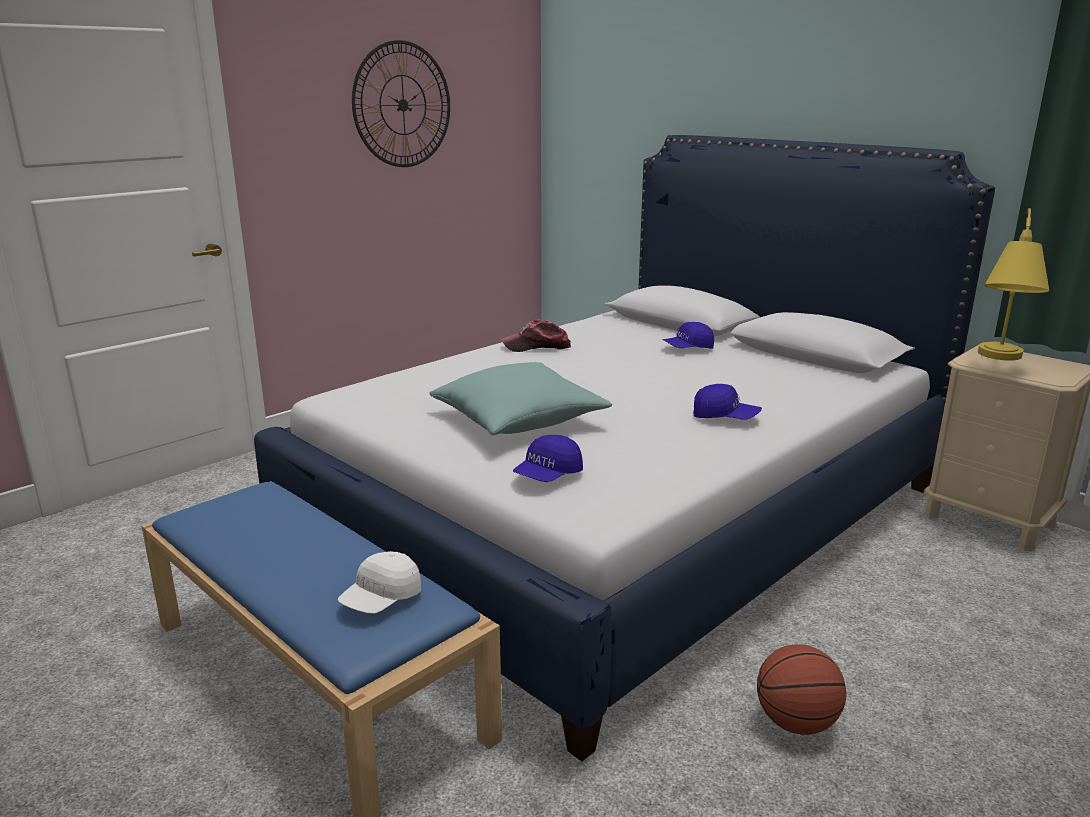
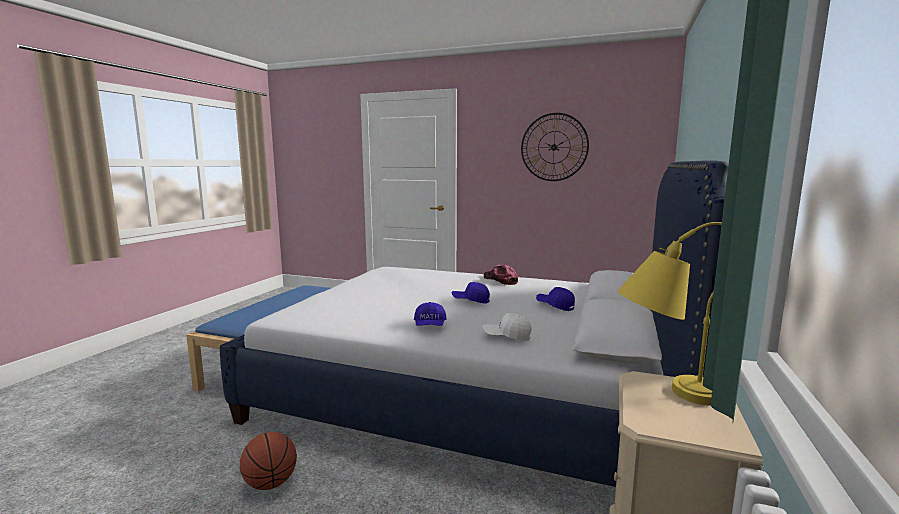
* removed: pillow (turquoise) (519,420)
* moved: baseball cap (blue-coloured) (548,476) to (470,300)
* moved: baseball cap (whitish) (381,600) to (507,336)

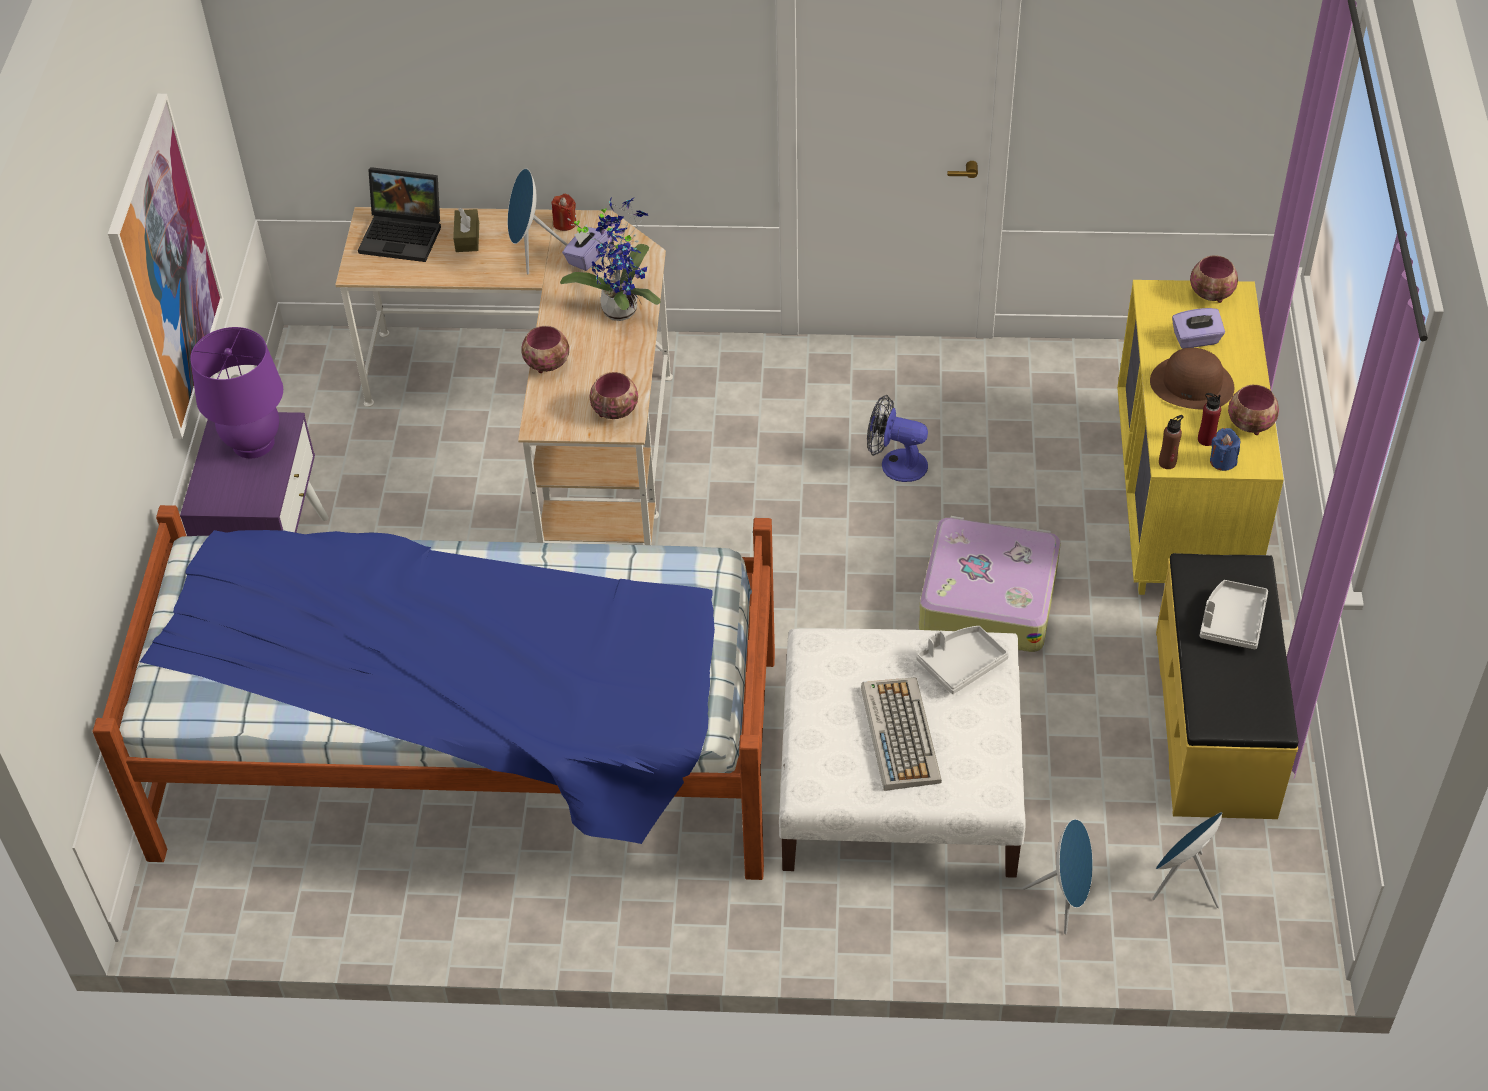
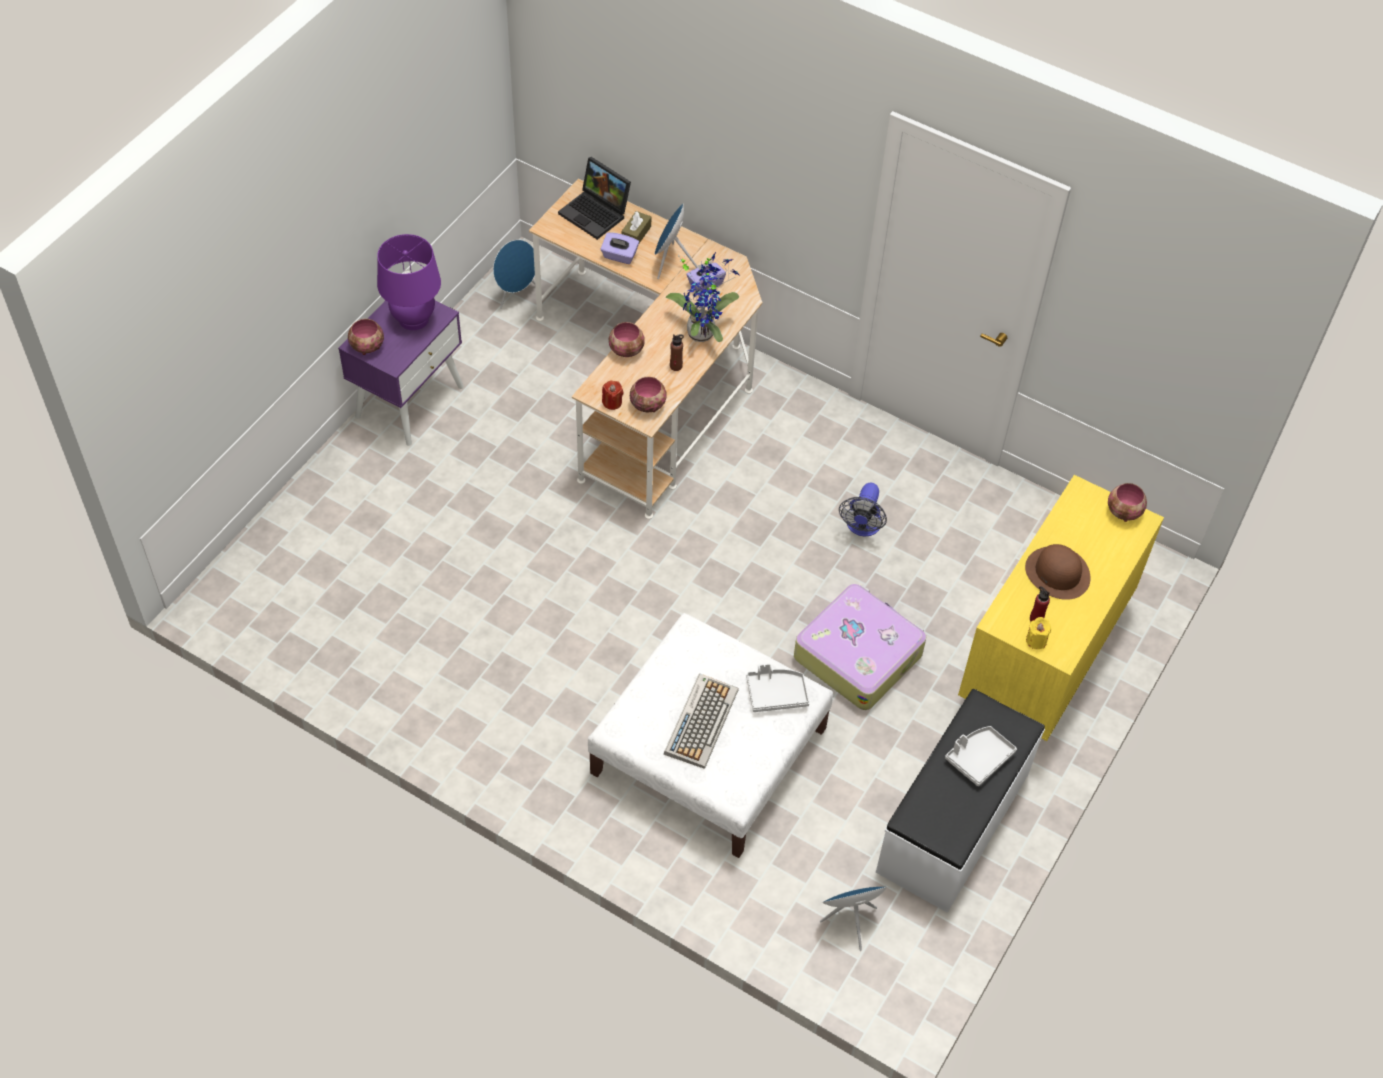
* removed: wall picture (165,268)
* moved: wax candle (red-coloured) (565,223) to (612,402)
* moved: tissue box (purple) (1196,339) to (619,256)
* moved: deep dish (1251,425) to (367,347)
* turned: electric fan (895,463) = (862,527) 120 degrees counterclockwise
* moved: beverage bottle (brown) (1167,463) to (676,366)
* recoloured: wax candle (blue-coloured) (1222,461) to wax candle (yellow-coloured) (1036,640)
* removed: bedroom bed (471,758)
* recoloured: indoor bench (yellow-coloured) (1216,722) to indoor bench (whitish) (954,823)
* moved: speaker (blue-coloured) (1065,899) to (515,294)

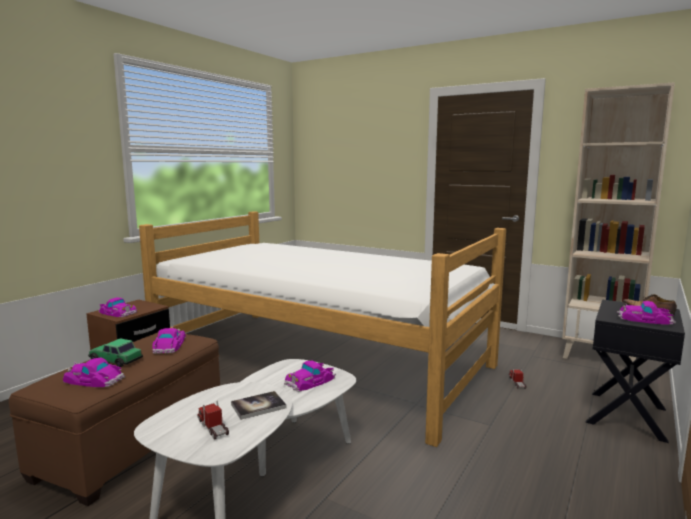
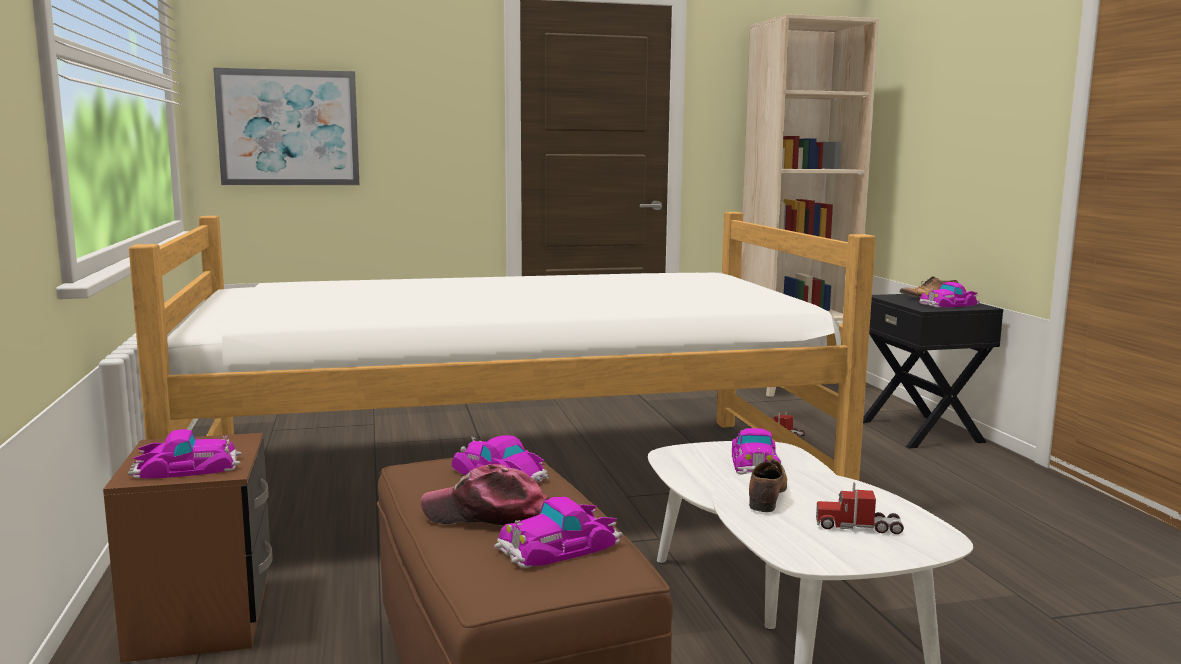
* replaced: toy car (115,360) to baseball cap (488,516)
* removed: bound book (258,406)
* added: wall picture (288,128)
* added: shoe (767,496)

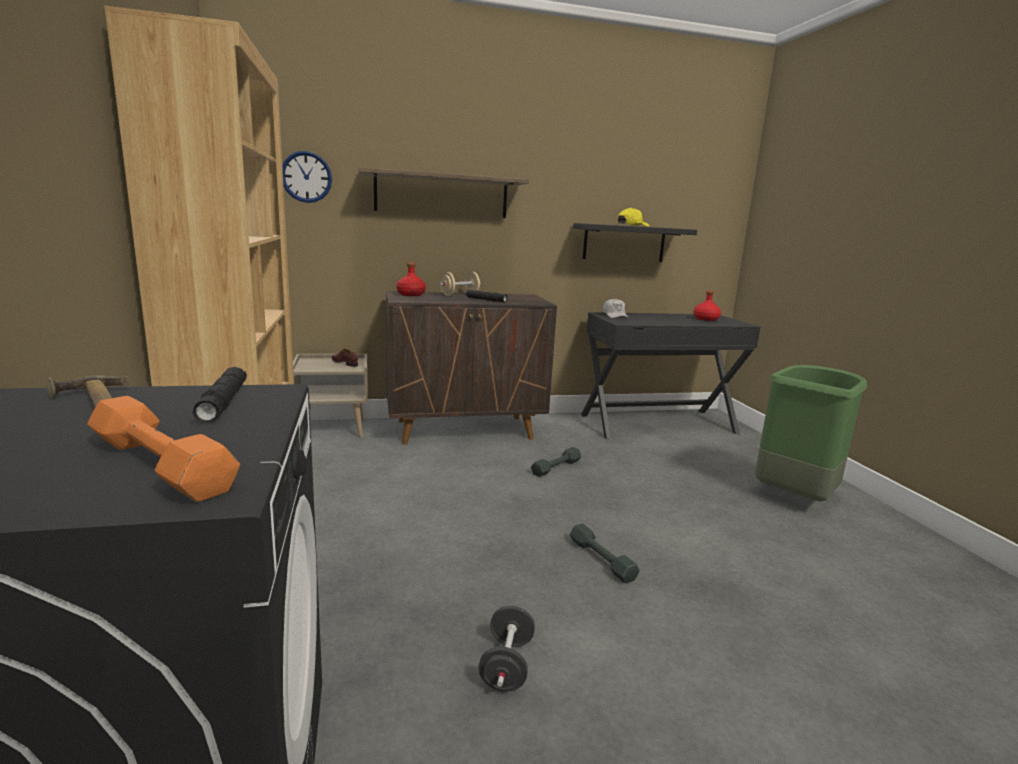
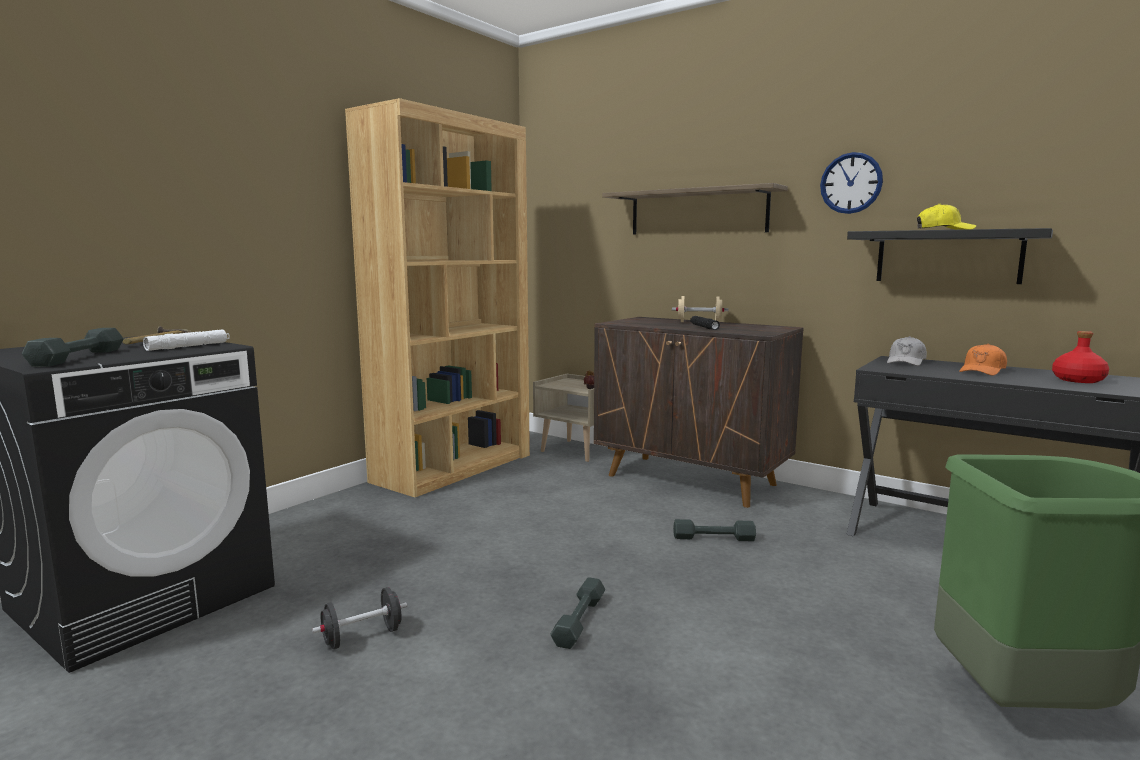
* moved: clock on the wall (306,177) to (851,183)
* removed: beverage bottle (red-coloured) (411,294)
* recoloured: flashlight (black) (223,403) to flashlight (whitish) (188,346)
* recoloured: free weight (orange) (160,464) to free weight (greyish) (78,357)
* added: baseball cap (orange) (982,371)

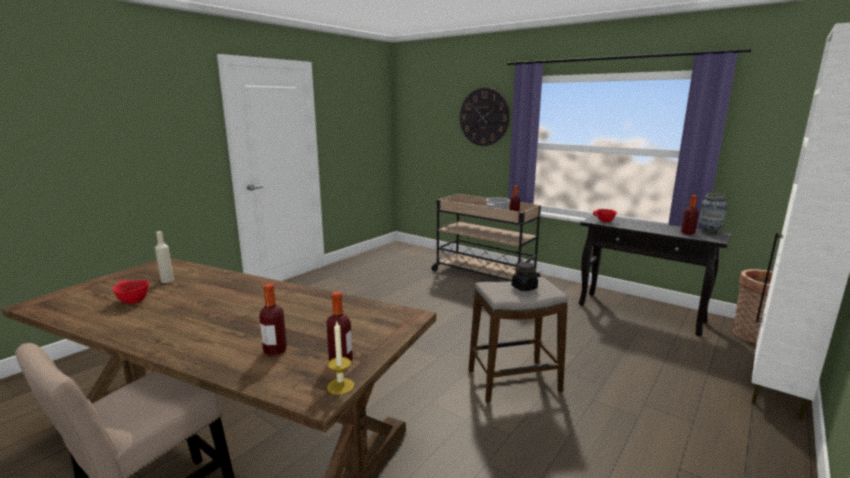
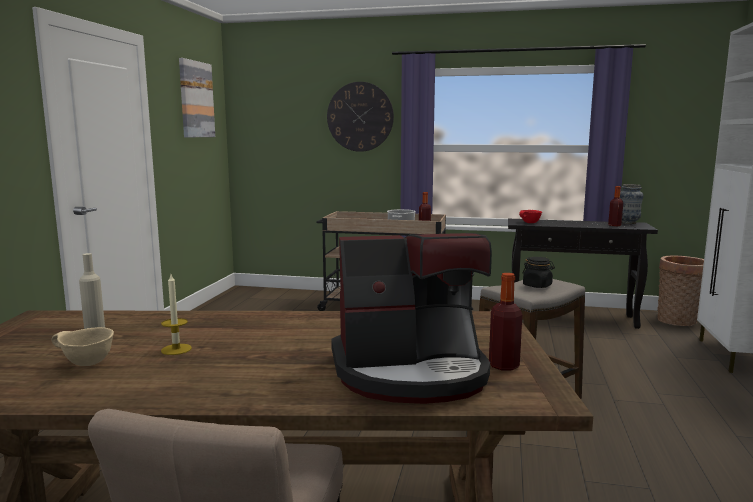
* recoloured: deep dish (red-coloured) (133,301) to deep dish (beige-coloured) (87,363)
* replaced: beverage bottle (275,351) to coffee maker (411,372)
* moved: wax candle (340,386) to (176,349)
* added: wall picture (196,99)

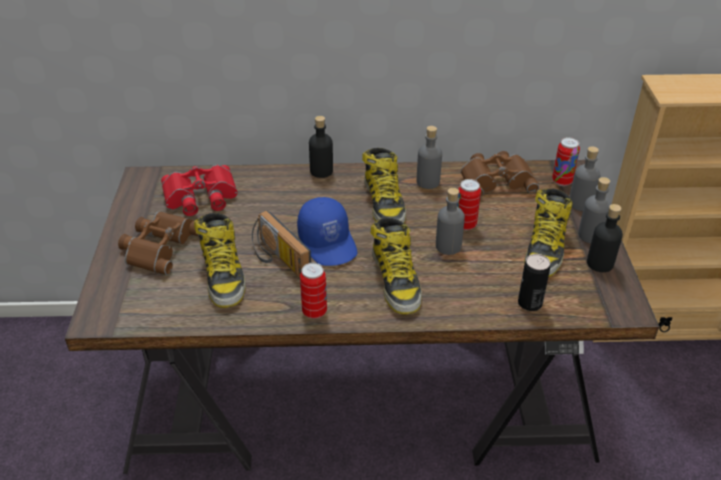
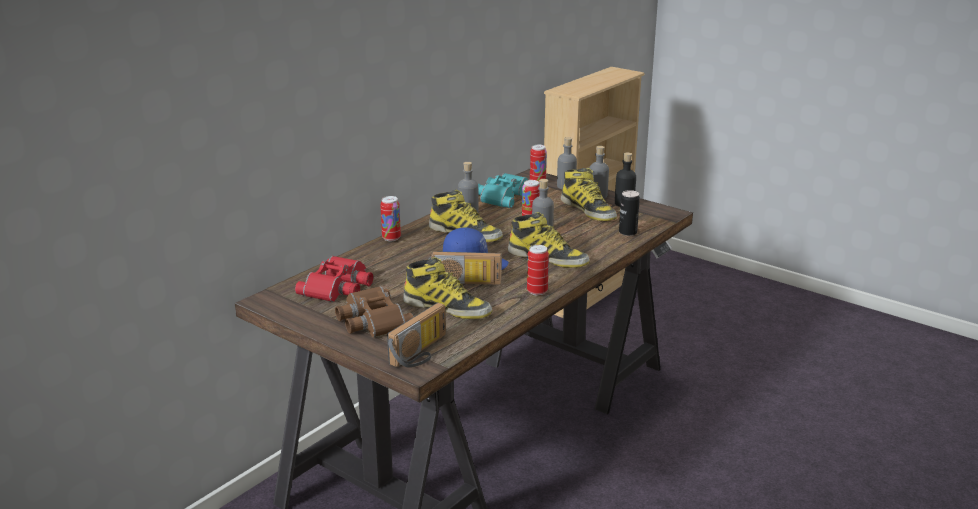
* replaced: beverage bottle (black) (321,171) to metal can (391,238)
* recoloured: pair of binoculars (brown) (496,179) to pair of binoculars (turquoise) (503,196)
* added: radio (422,353)

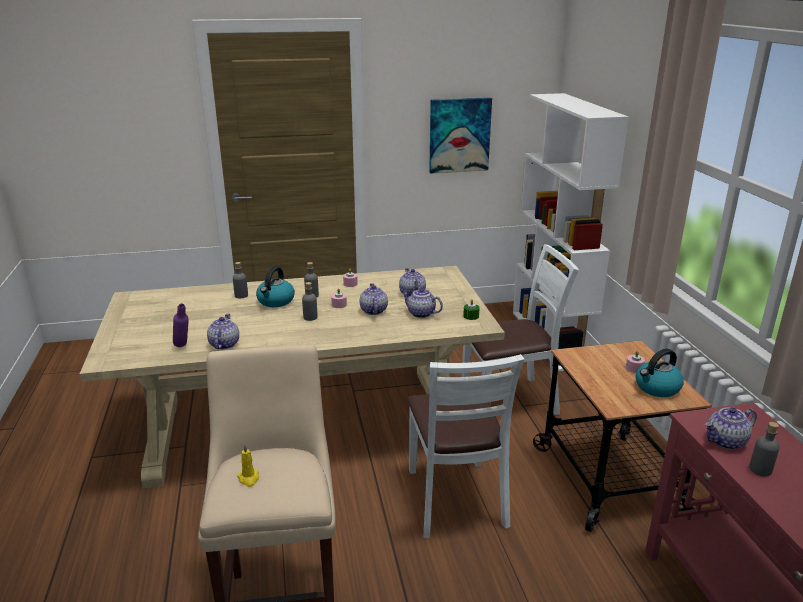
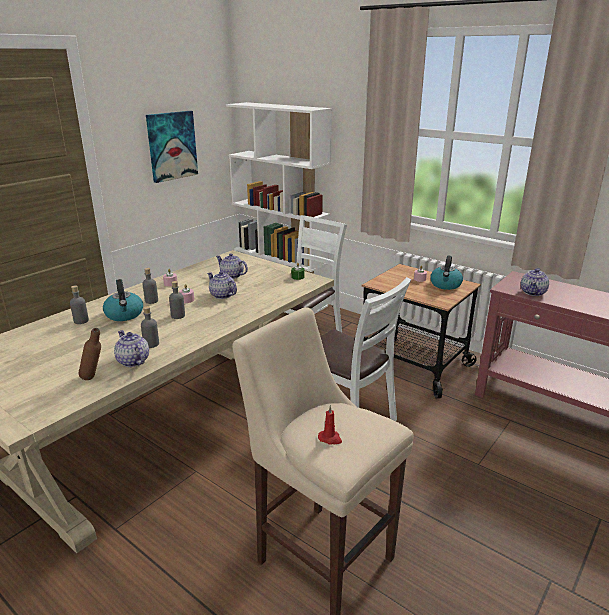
* removed: pot for tea (420,313)
* recoloured: beverage bottle (purple) (183,347) to beverage bottle (brown) (94,378)
* moved: beverage bottle (greyish) (760,470) to (151,344)
* recoloured: wax candle (yellow-coloured) (249,478) to wax candle (red-coloured) (330,438)

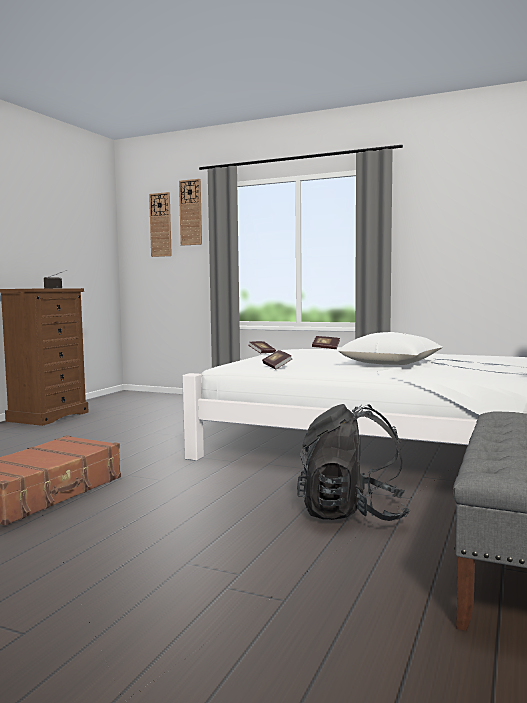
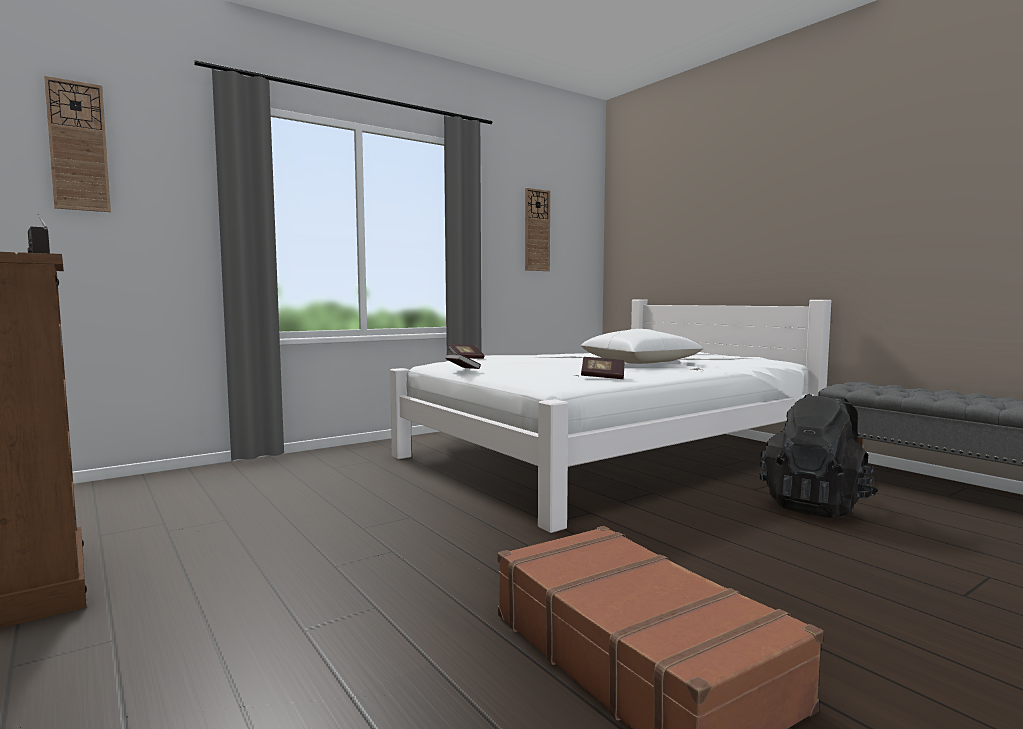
* moved: clock on the wall (191,212) to (537,230)

